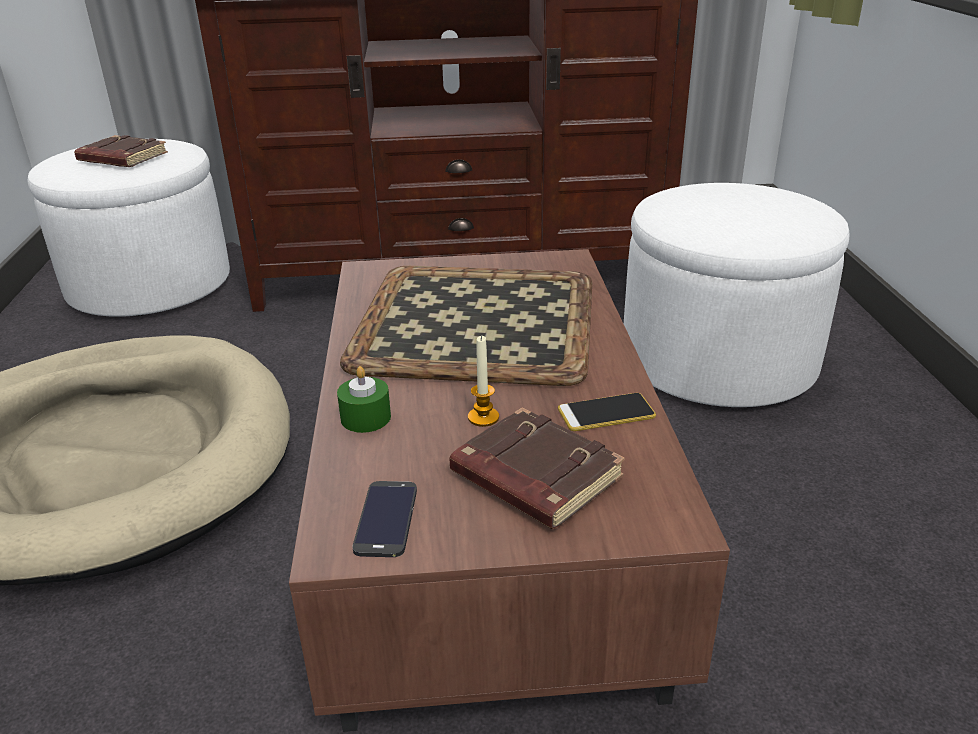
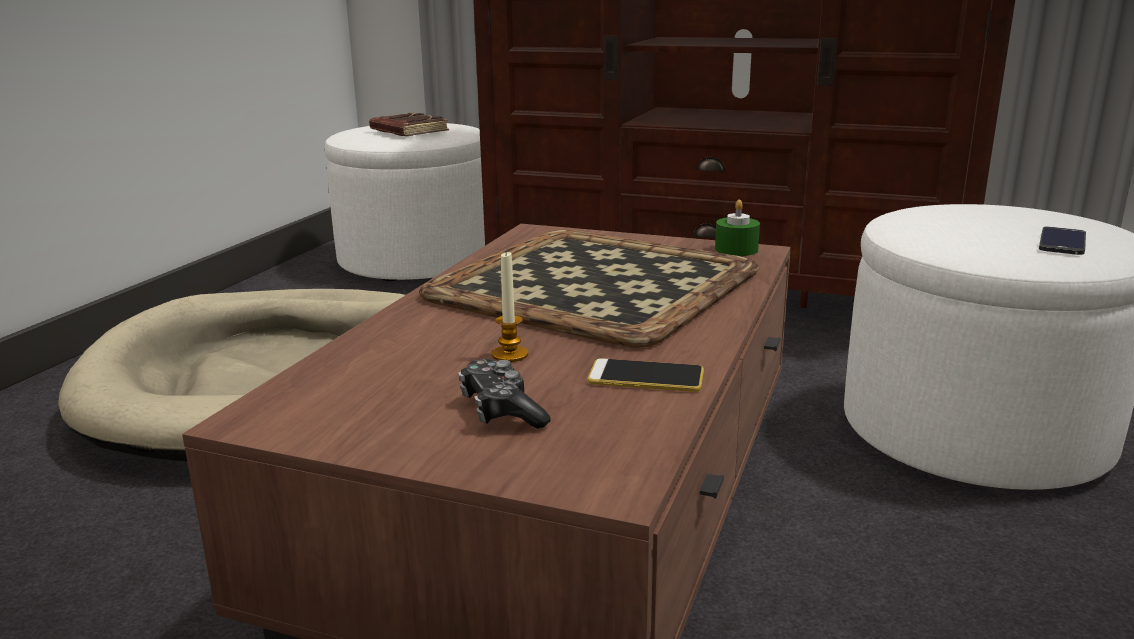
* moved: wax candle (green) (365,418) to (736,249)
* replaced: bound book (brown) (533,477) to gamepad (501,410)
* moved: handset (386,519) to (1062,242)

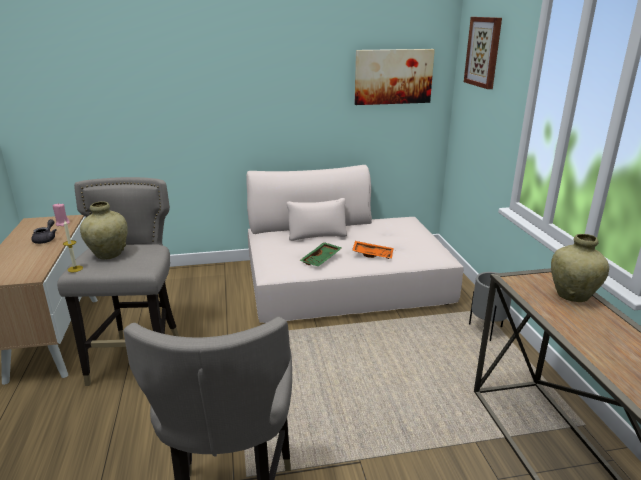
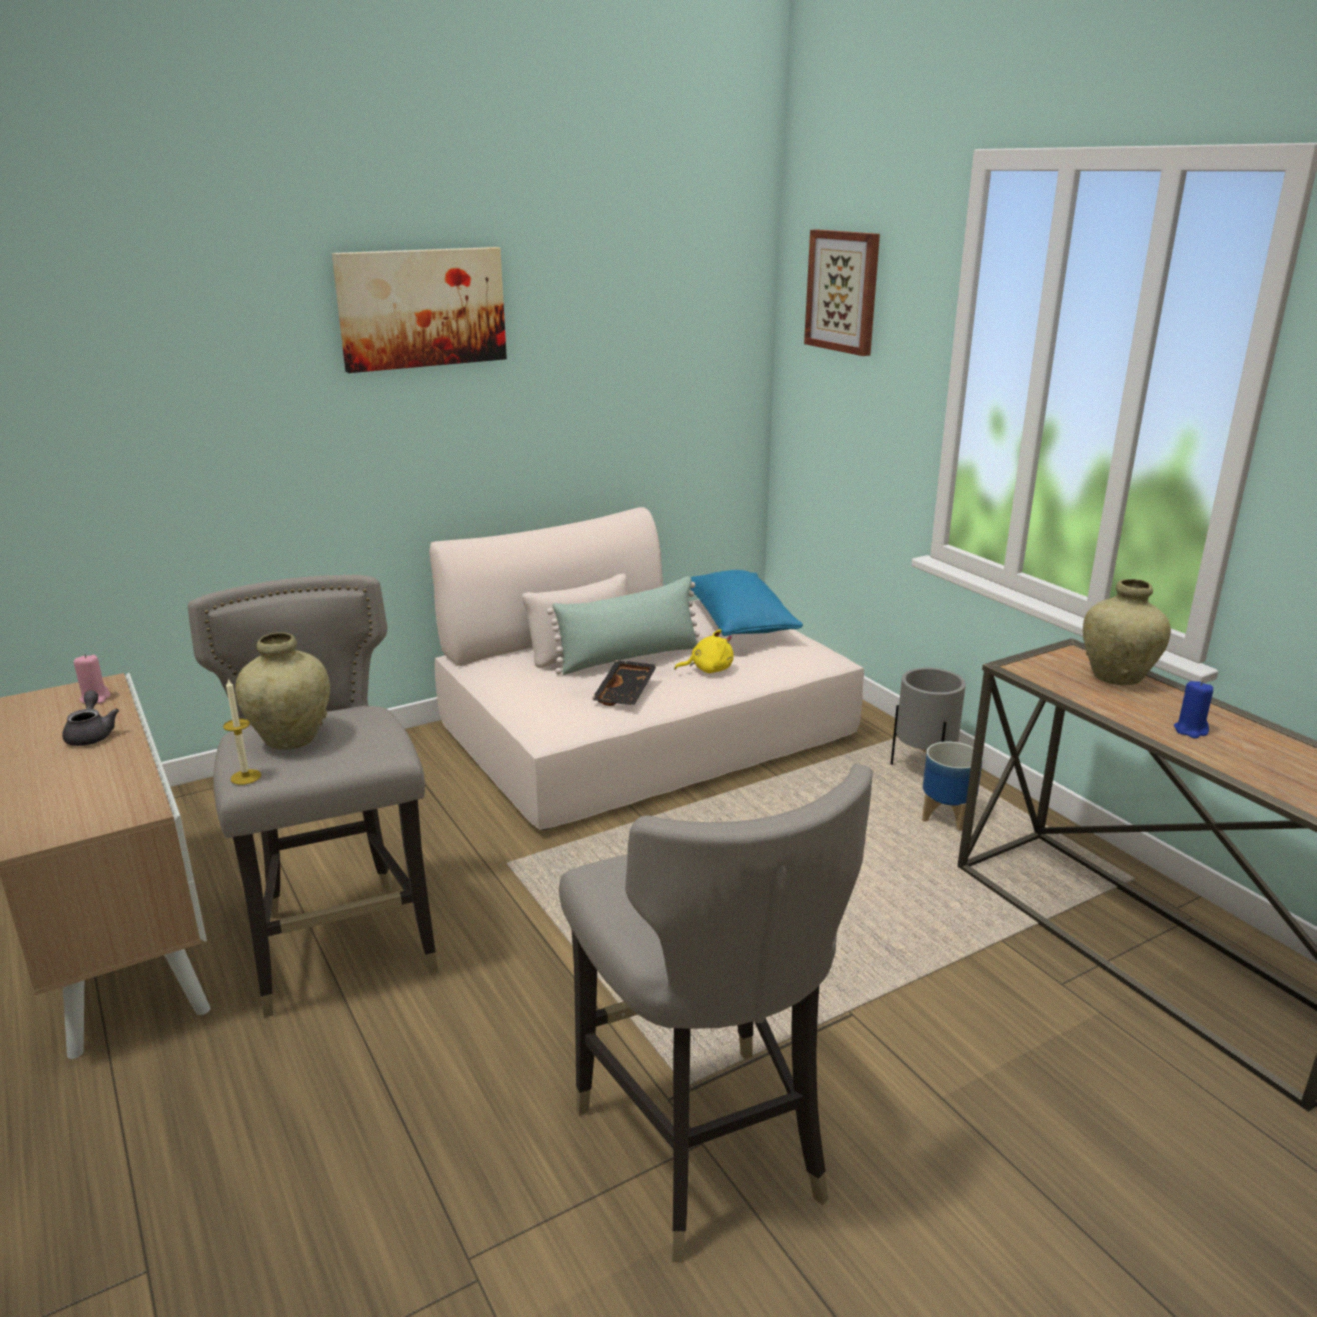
* moved: wall picture (393,76) to (422,308)
* replaced: serving tray (orange) (372,254) to plush toy (yellow-coloured) (708,669)
* recoloured: serving tray (green) (321,259) to serving tray (black) (626,692)
* added: pillow (blue-coloured) (740,623)
* added: pillow (green) (629,657)
* added: wax candle (blue-coloured) (1190,730)
* added: plant pot (947,818)

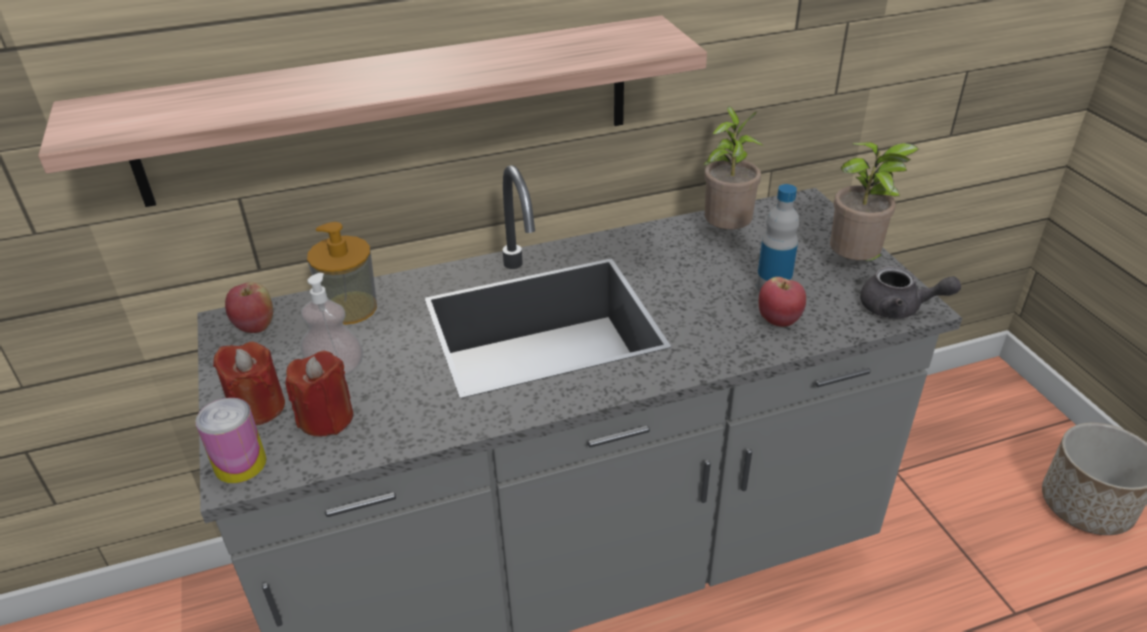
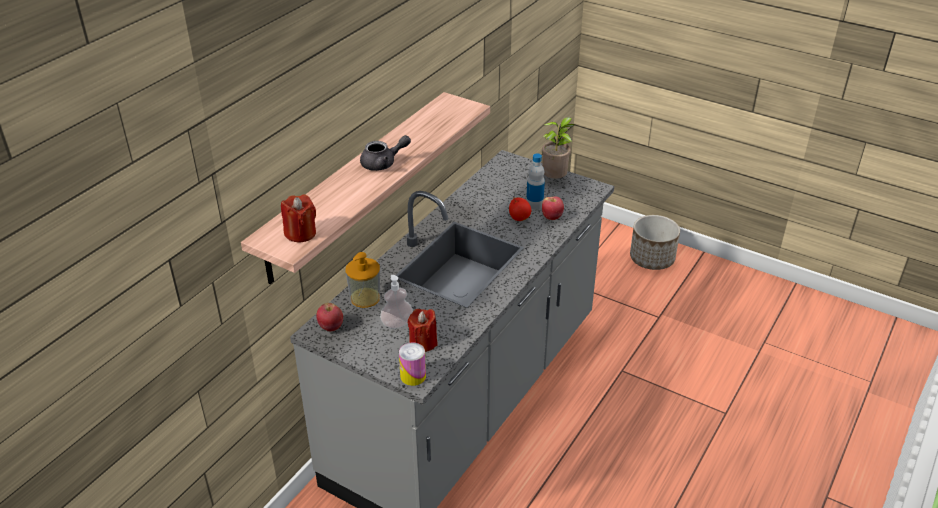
* removed: potted plant (726,232)
* moved: pot for tea (greyish) (899,308) to (383,163)
* moved: wax candle (red-coloured) (258,407) to (300,233)
* added: whole apple (519,218)

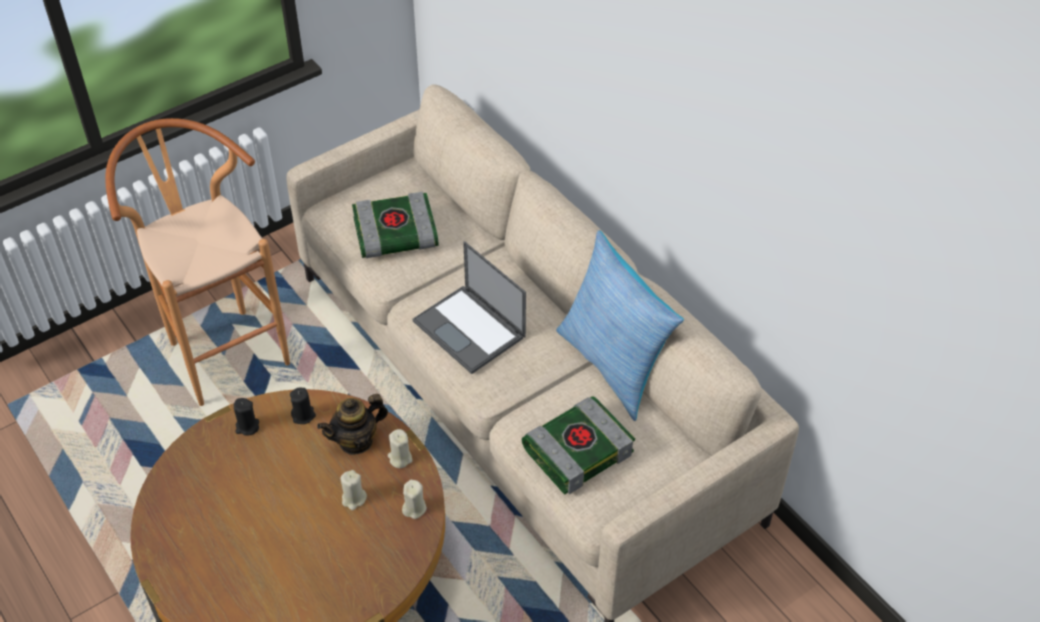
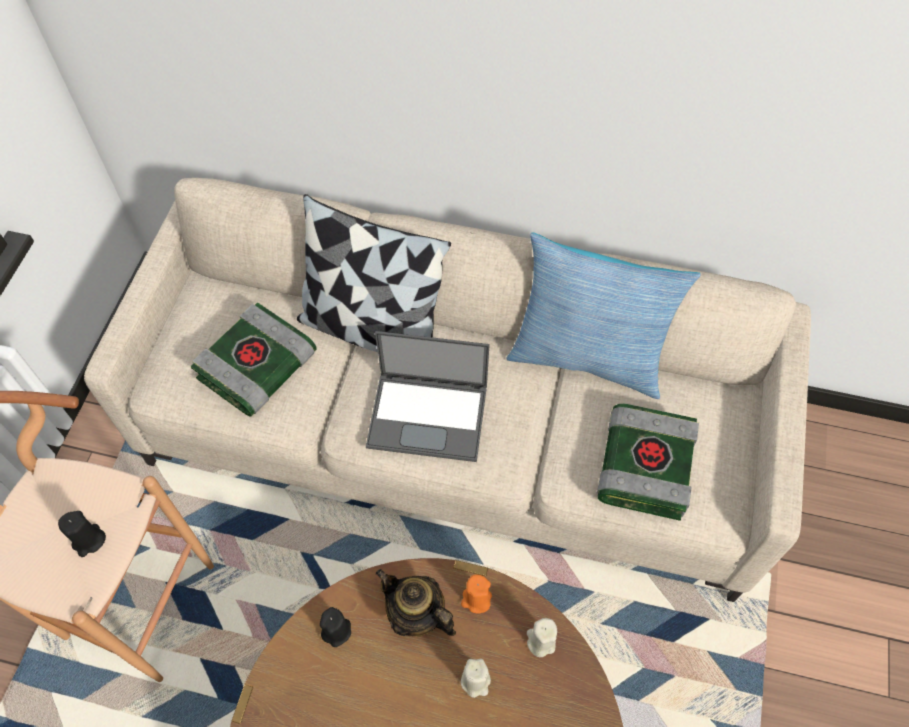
* turned: pot for tea (356,441) = (416,615) 105 degrees clockwise
* moved: wax candle (black) (247,427) to (89,540)
* recoloured: wax candle (beige-coloured) (400,458) to wax candle (orange) (476,599)
* added: pillow (372,328)

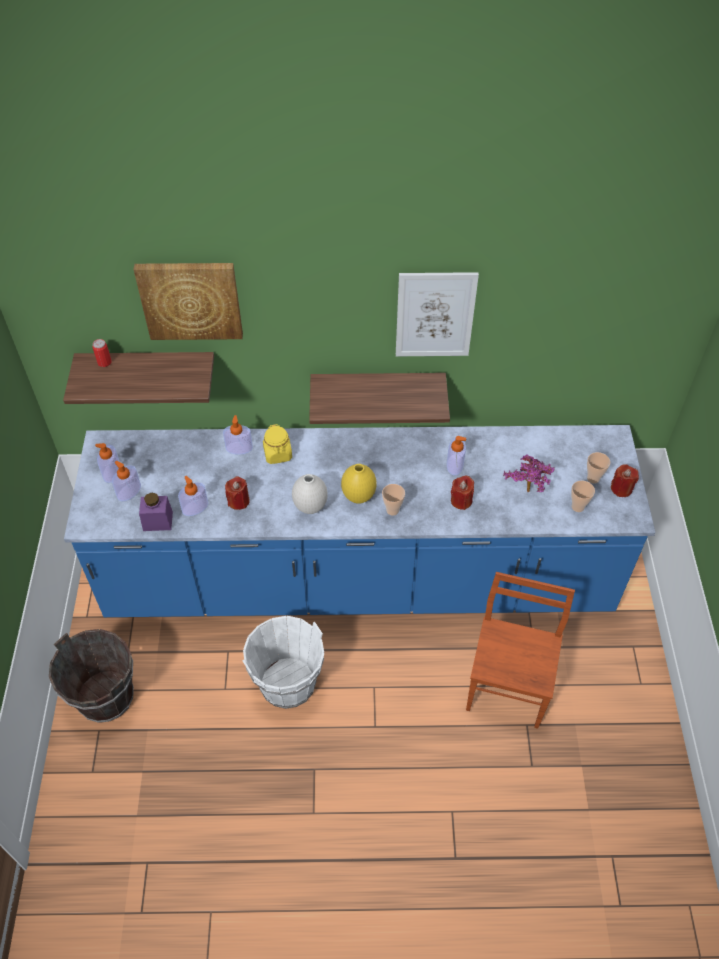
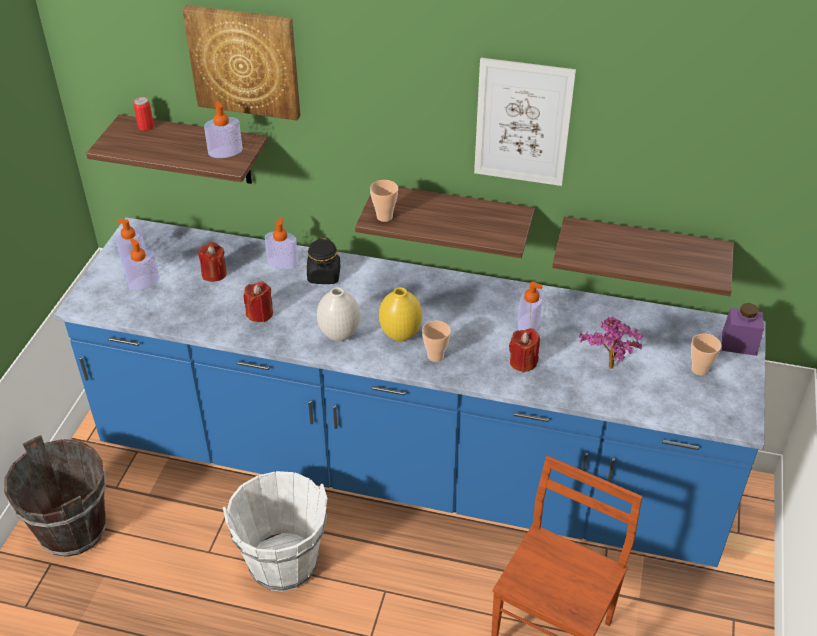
* recoloured: preserve jar (yellow-coloured) (278,454) to preserve jar (black) (324,276)
* moved: wax candle (red-coloured) (621,488) to (214,274)
* moved: soap bottle (195,507) to (225,152)
* moved: cup (578,507) to (384,217)
* moved: preserve jar (purple) (158,521) to (739,344)
* added: shelf (642,253)

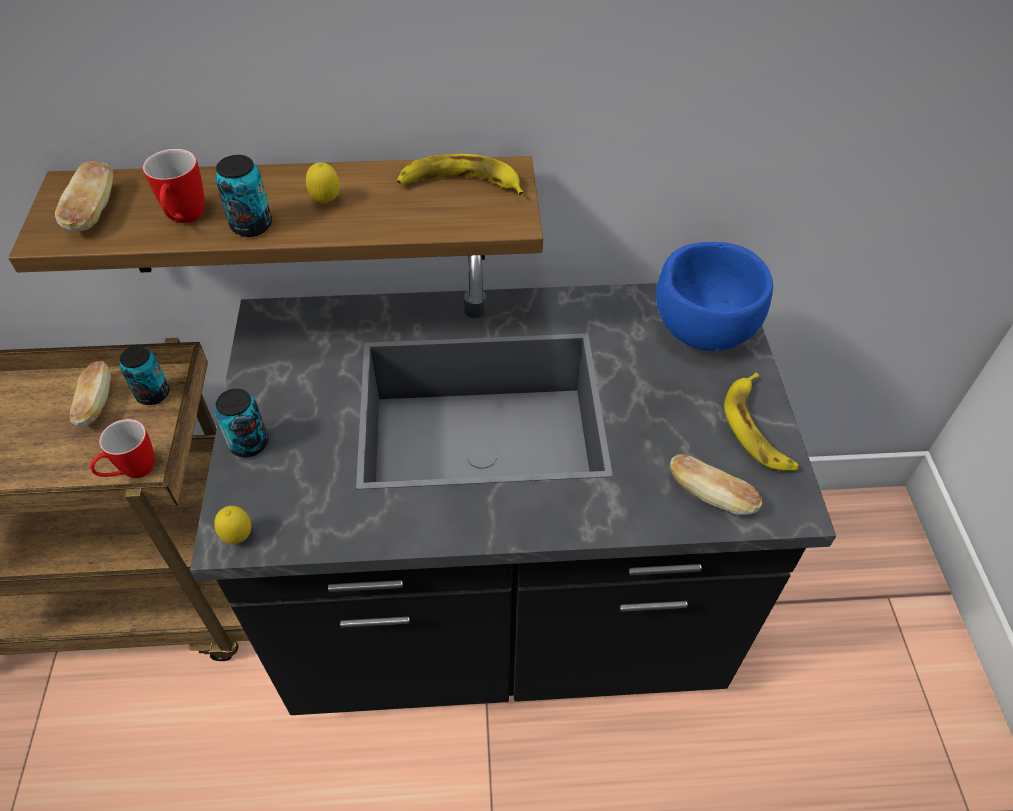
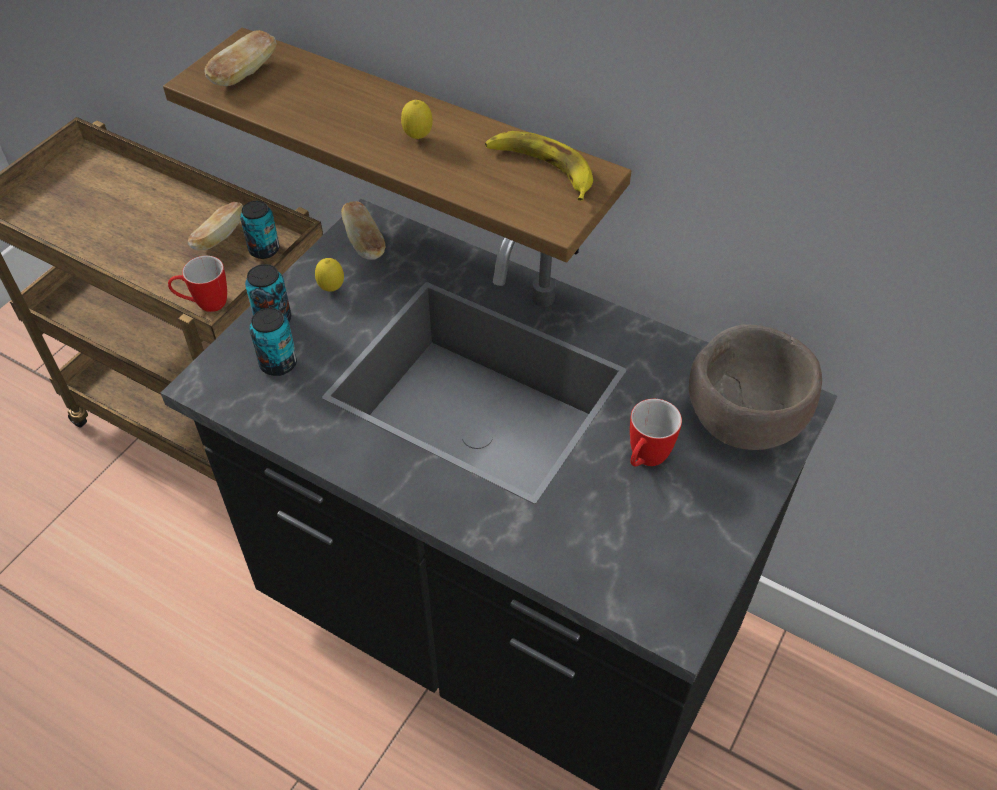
* moved: mug (185,220) to (644,460)
* moved: metal can (251,225) to (278,363)
* recoloured: deep dish (blue-coloured) (703,329) to deep dish (brown) (744,420)
* removed: banana fruit (757,429)
* moved: bakery bread (710,495) to (364,242)
* moved: citrus fruit (238,537) to (332,289)

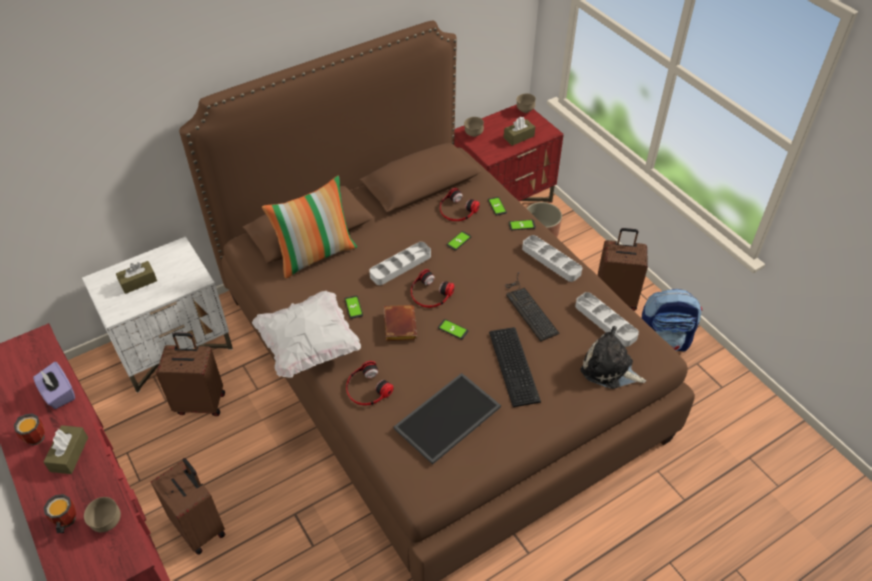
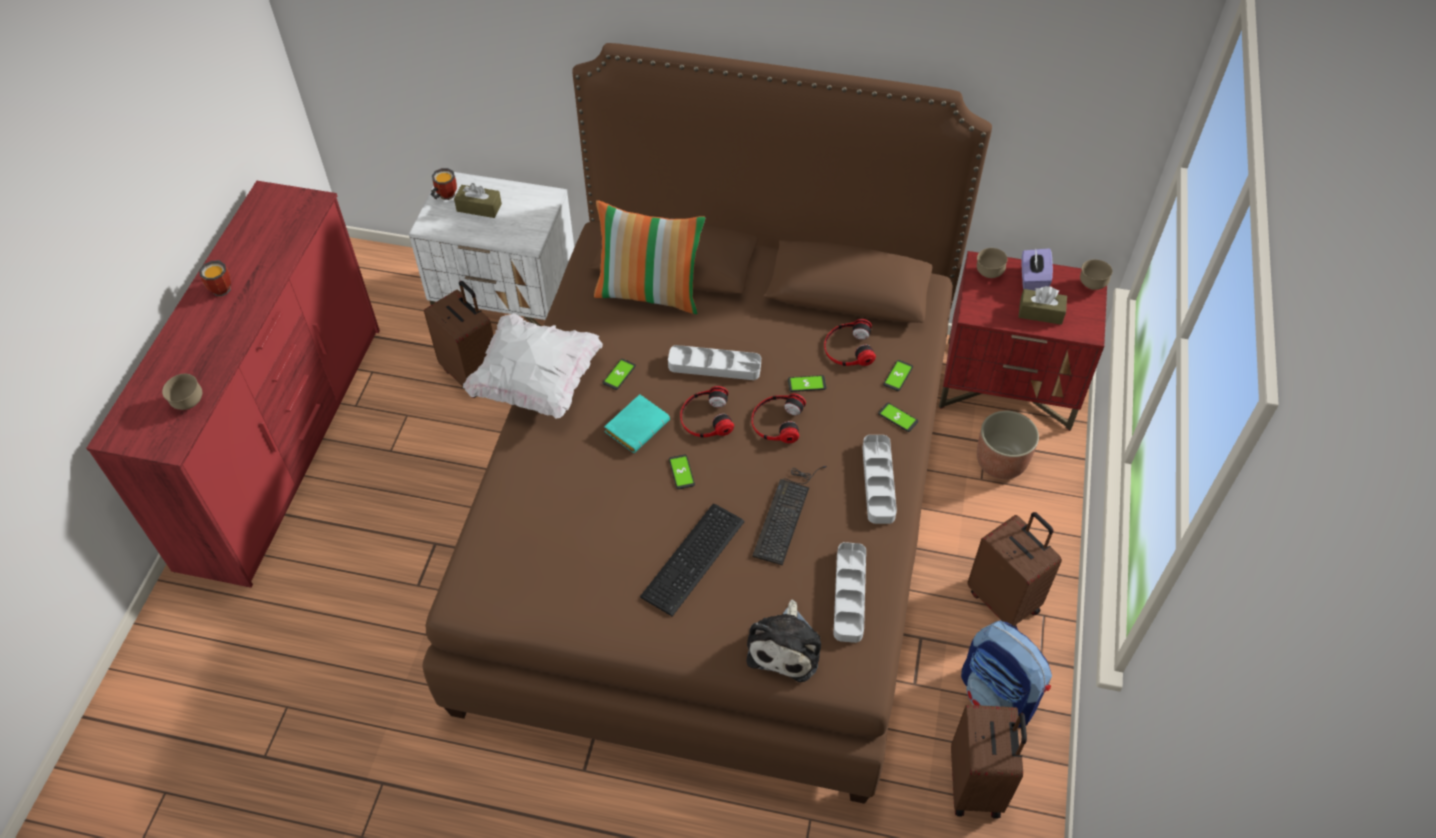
* recoloured: bound book (brown) (398,325) to bound book (turquoise) (637,425)
* turned: plush toy (609,369) = (786,646) 150 degrees counterclockwise
* moved: pair of headphones (367,389) to (777,421)
* moved: tissue box (purple) (58,394) to (1032,279)
* removed: serving tray (448,419)
* removed: tissue box (brown) (69,454)
* moved: travel case (brown) (200,527) to (977,784)
* moved: mug (64,523) to (444,196)

